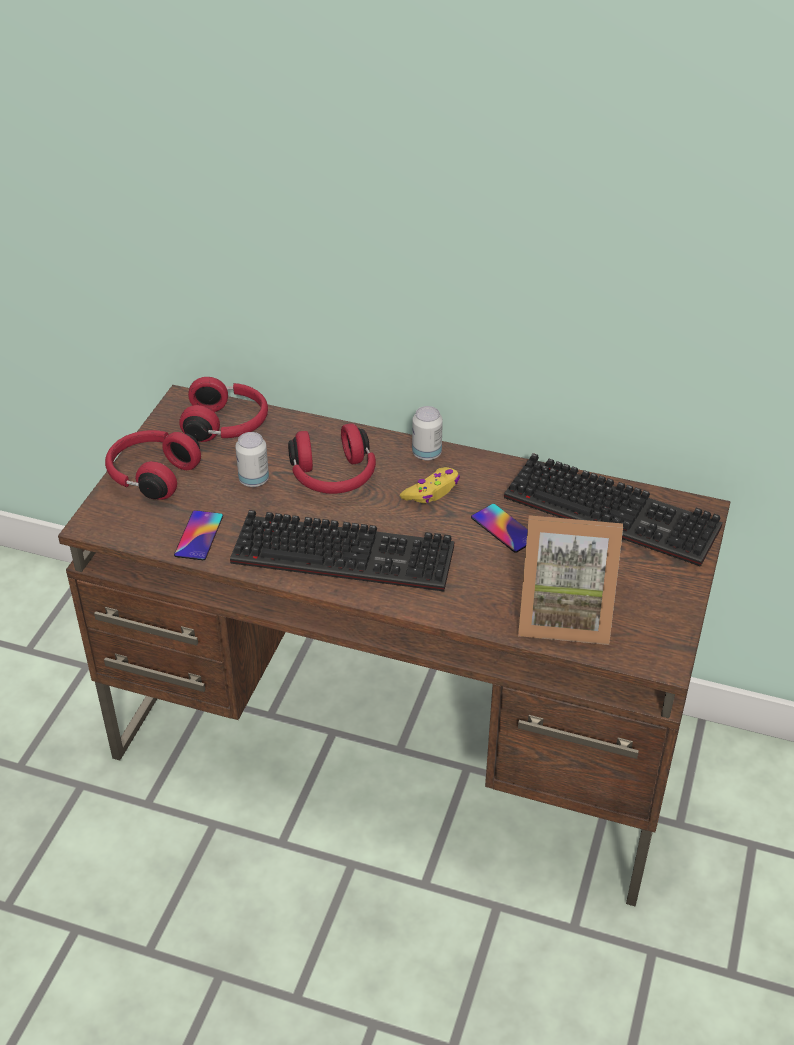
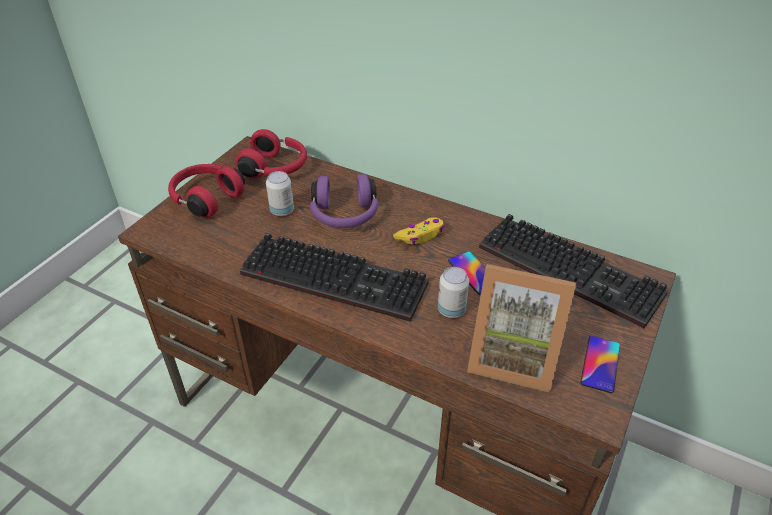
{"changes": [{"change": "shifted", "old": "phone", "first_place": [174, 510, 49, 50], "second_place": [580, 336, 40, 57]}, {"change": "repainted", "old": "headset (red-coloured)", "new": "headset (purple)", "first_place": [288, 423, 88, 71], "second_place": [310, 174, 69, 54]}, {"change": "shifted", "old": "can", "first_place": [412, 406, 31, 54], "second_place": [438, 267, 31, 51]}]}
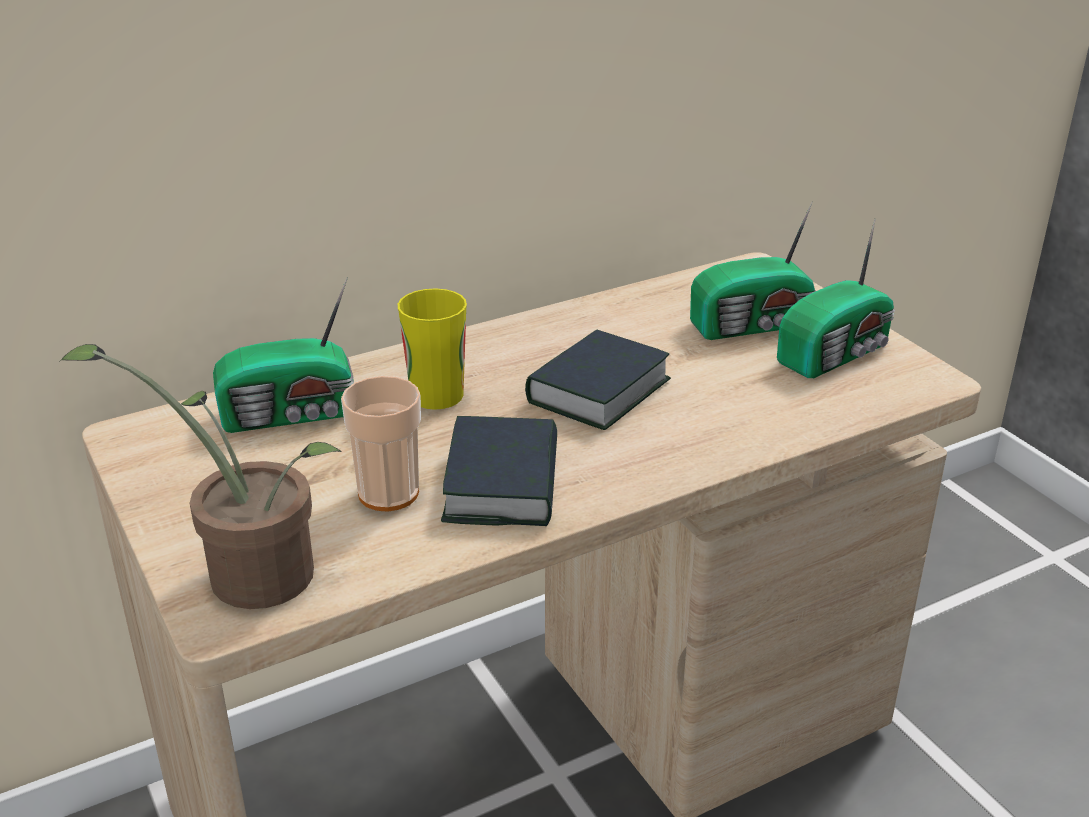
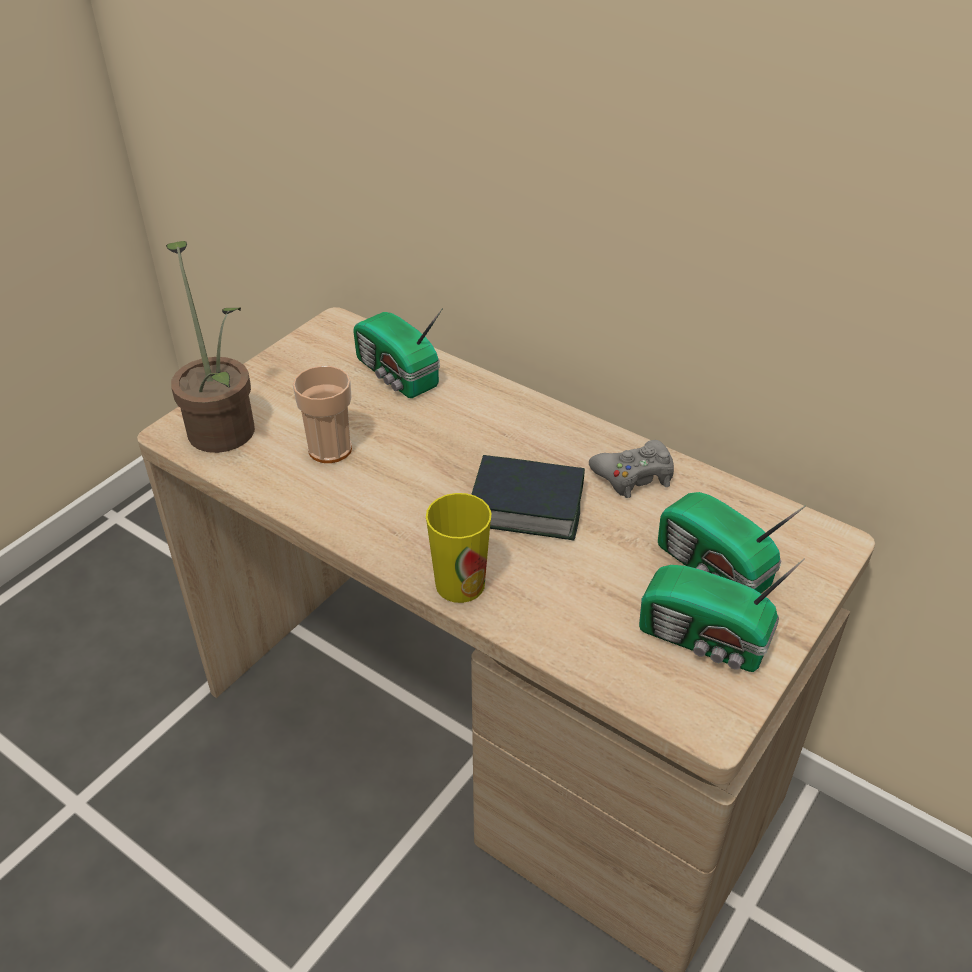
{"changes": [{"change": "shifted", "old": "cup", "first_place": [398, 288, 69, 122], "second_place": [426, 493, 65, 110]}, {"change": "gone", "old": "book", "first_place": [441, 416, 116, 110]}, {"change": "new", "new": "game controller (greyish)", "second_place": [589, 440, 85, 58]}]}
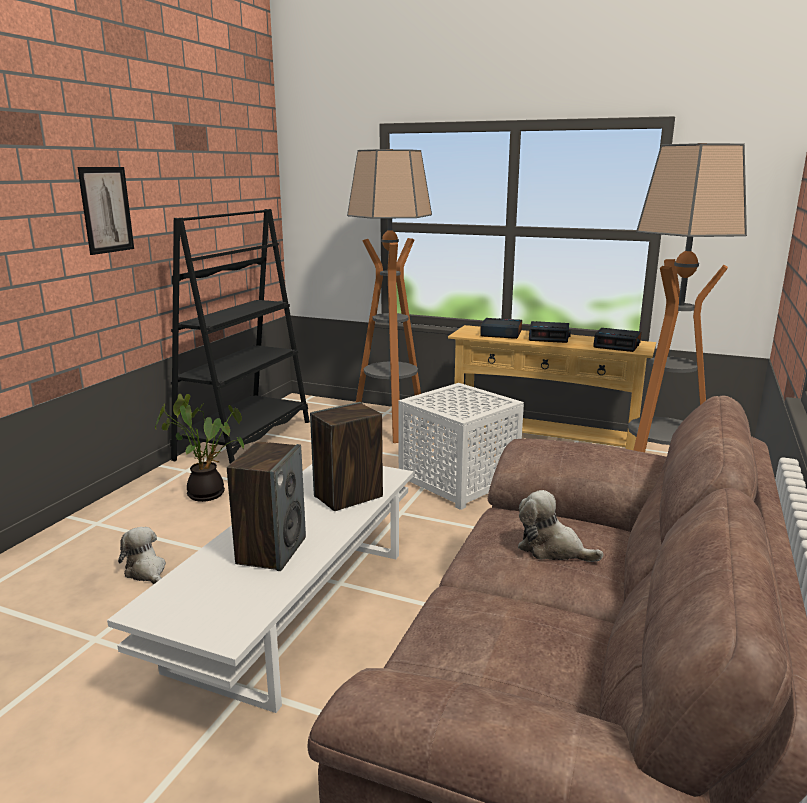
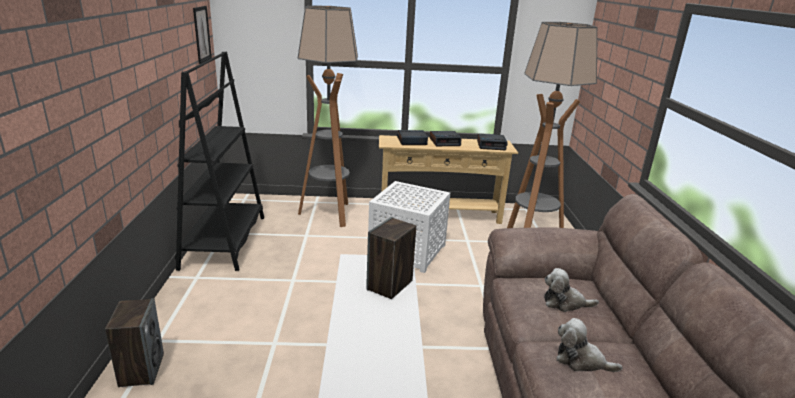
{"changes": [{"change": "shifted", "old": "picture", "first_place": [77, 167, 57, 88], "second_place": [193, 6, 19, 58]}, {"change": "shifted", "old": "soft toy", "first_place": [118, 527, 48, 57], "second_place": [556, 318, 67, 54]}, {"change": "gone", "old": "potted plant", "first_place": [155, 394, 89, 108]}, {"change": "shifted", "old": "audio speaker", "first_place": [227, 441, 79, 130], "second_place": [105, 298, 59, 89]}]}
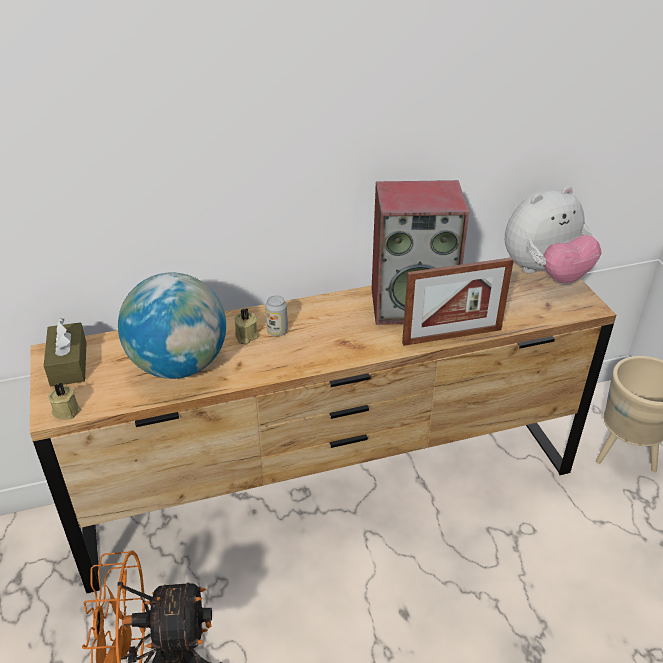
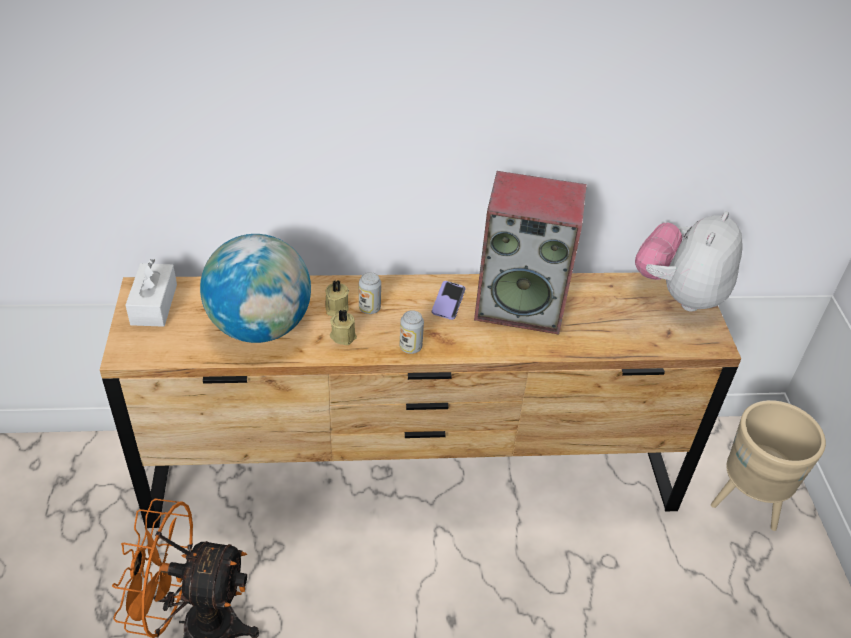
{"changes": [{"change": "repainted", "old": "tissue box (brown)", "new": "tissue box (white)", "first_place": [44, 318, 43, 68], "second_place": [125, 259, 52, 68]}, {"change": "shifted", "old": "wax light (beige)", "first_place": [48, 383, 33, 37], "second_place": [330, 309, 27, 36]}, {"change": "gone", "old": "picture frame", "first_place": [402, 257, 112, 89]}, {"change": "rotated", "old": "soft toy", "first_place": [505, 186, 97, 97], "second_place": [635, 211, 107, 101], "degrees": 135}, {"change": "new", "new": "can", "second_place": [400, 310, 24, 44]}, {"change": "new", "new": "phone", "second_place": [432, 281, 34, 39]}]}
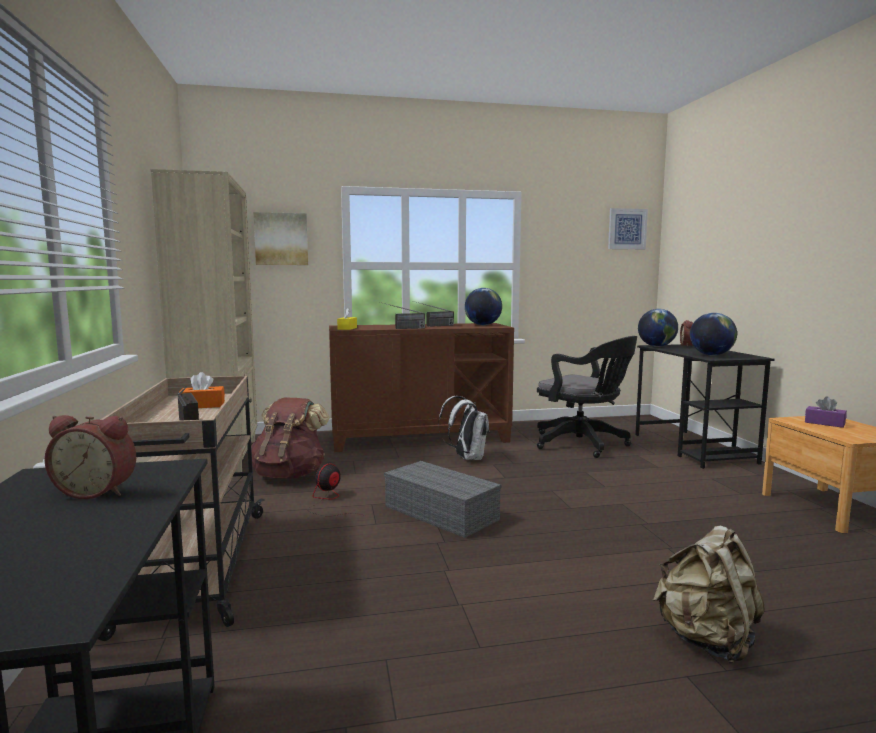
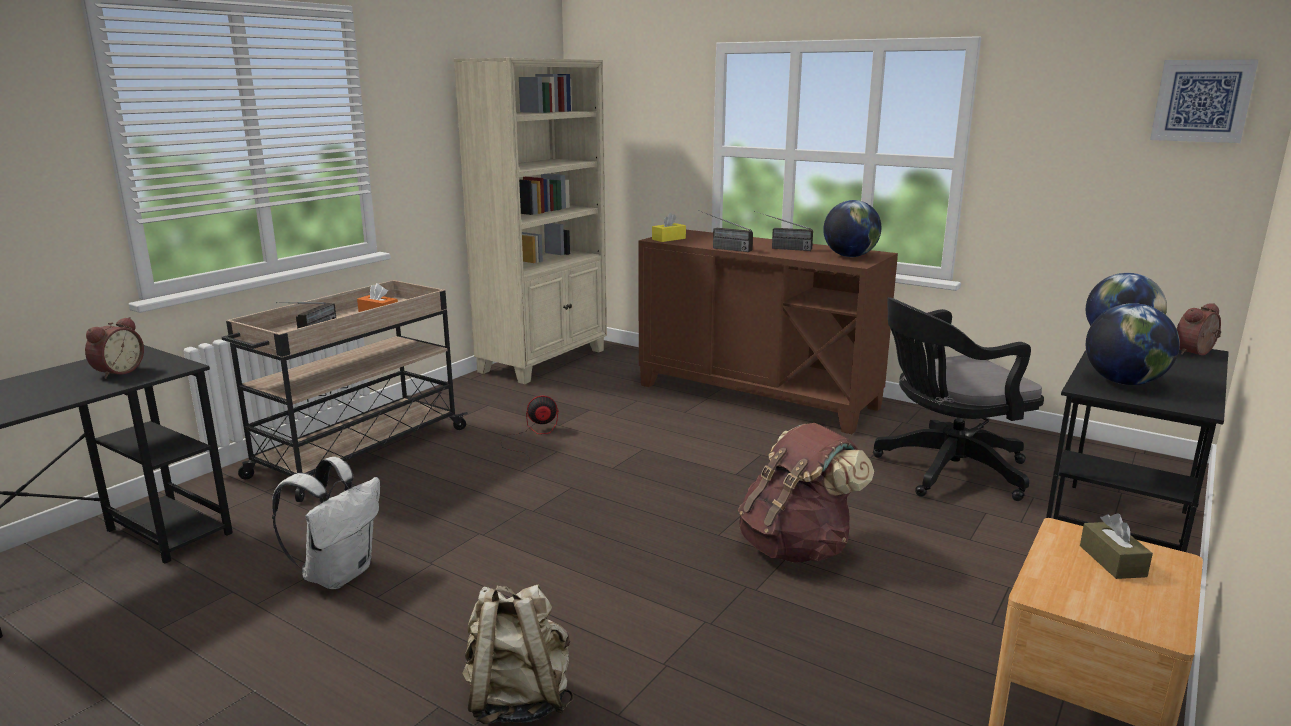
{"changes": [{"change": "rotated", "old": "alarm clock", "first_place": [45, 415, 91, 84], "second_place": [85, 317, 59, 62], "degrees": -120}, {"change": "shifted", "old": "rucksack (brown)", "first_place": [251, 398, 79, 81], "second_place": [738, 423, 136, 140]}, {"change": "gone", "old": "picture", "first_place": [253, 212, 55, 53]}, {"change": "gone", "old": "storage container (greyish)", "first_place": [384, 461, 117, 77]}, {"change": "shifted", "old": "rucksack (white)", "first_place": [438, 396, 51, 64], "second_place": [272, 457, 108, 132]}, {"change": "rotated", "old": "office chair (blackish)", "first_place": [537, 336, 100, 122], "second_place": [873, 297, 171, 204], "degrees": 75}, {"change": "repainted", "old": "tissue box (purple)", "new": "tissue box (brown)", "first_place": [805, 396, 42, 32], "second_place": [1080, 513, 73, 66]}]}
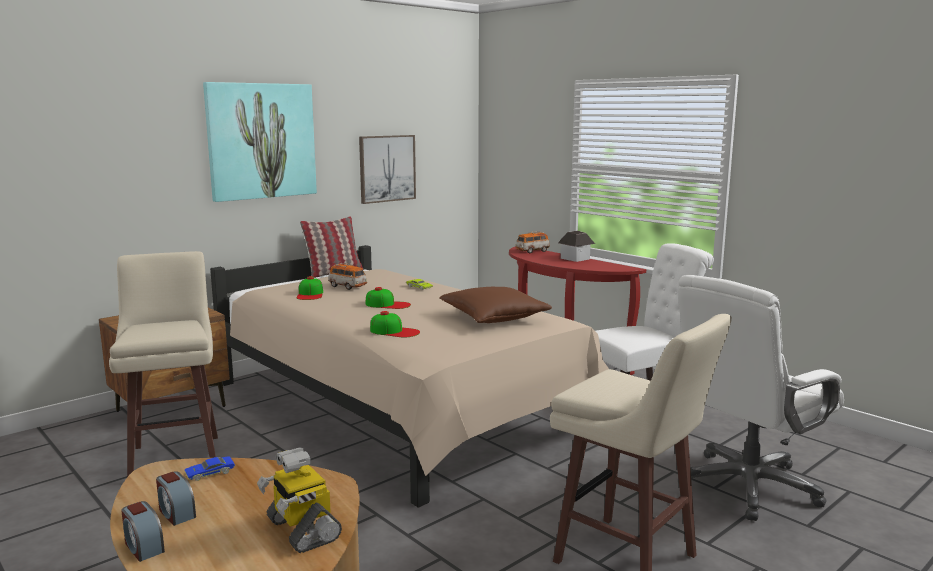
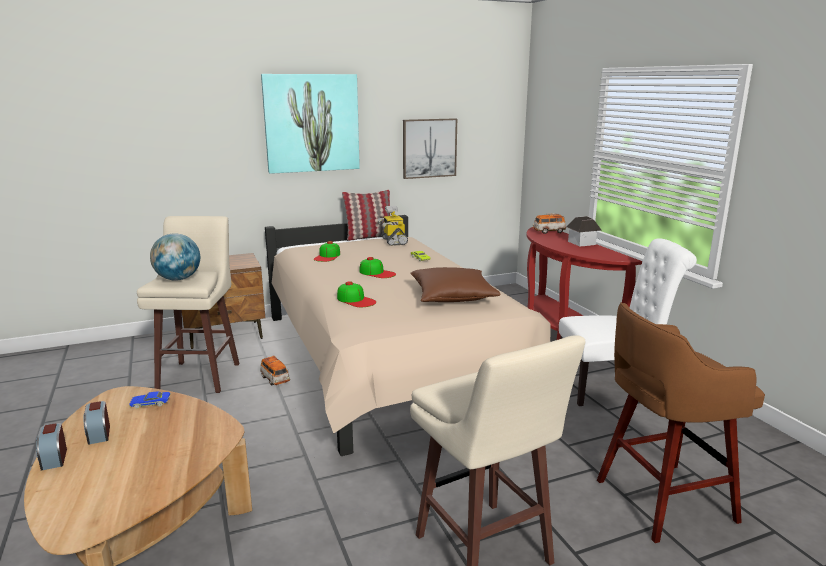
{"changes": [{"change": "shifted", "old": "robot figure", "first_place": [257, 447, 85, 106], "second_place": [378, 206, 30, 40]}, {"change": "shifted", "old": "toy car", "first_place": [328, 263, 39, 27], "second_place": [260, 355, 30, 30]}, {"change": "swapped", "old": "office chair (white)", "new": "sitting stool (brown)", "first_place": [678, 275, 166, 246], "second_place": [597, 302, 168, 241]}, {"change": "new", "new": "desk globe", "second_place": [150, 233, 50, 48]}]}
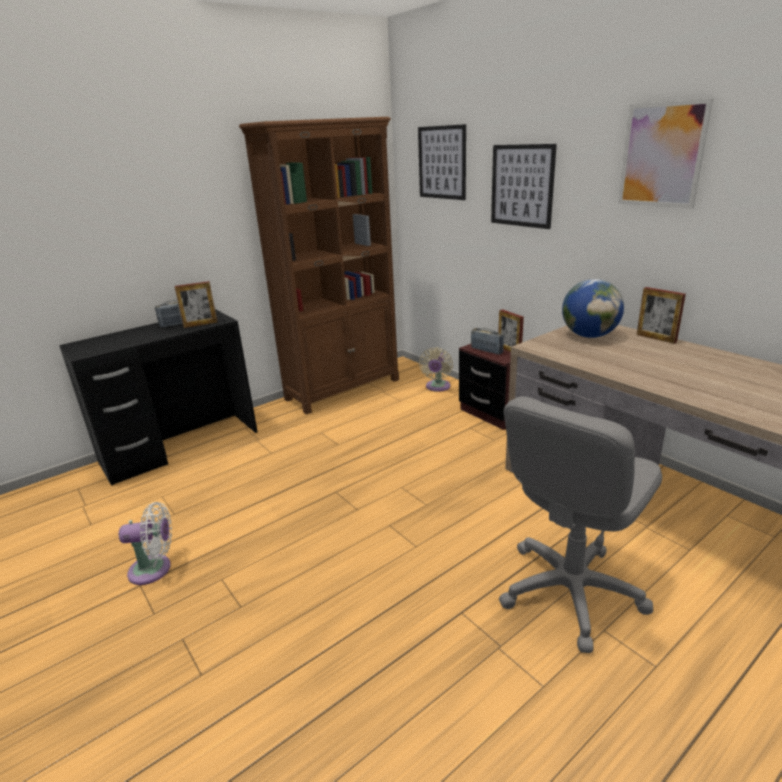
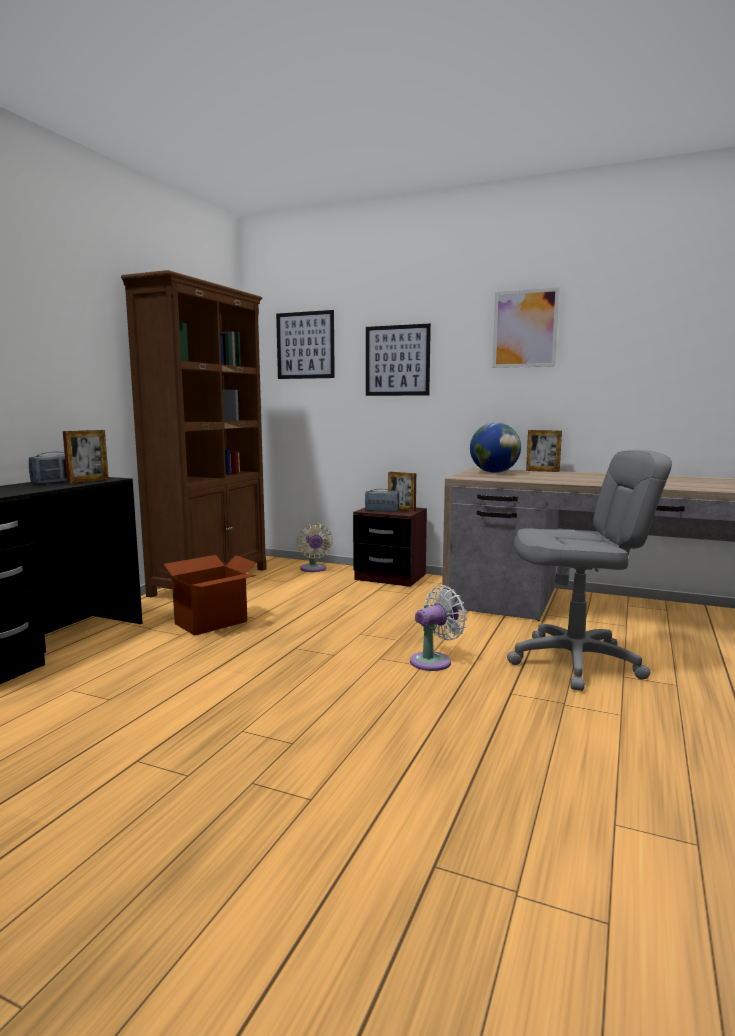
{"changes": [{"change": "shifted", "old": "cooling fan (white)", "first_place": [119, 502, 53, 83], "second_place": [410, 585, 57, 86]}, {"change": "rotated", "old": "office chair (greyish)", "first_place": [499, 396, 163, 257], "second_place": [507, 450, 165, 241], "degrees": -105}, {"change": "new", "new": "carton", "second_place": [159, 555, 97, 81]}]}
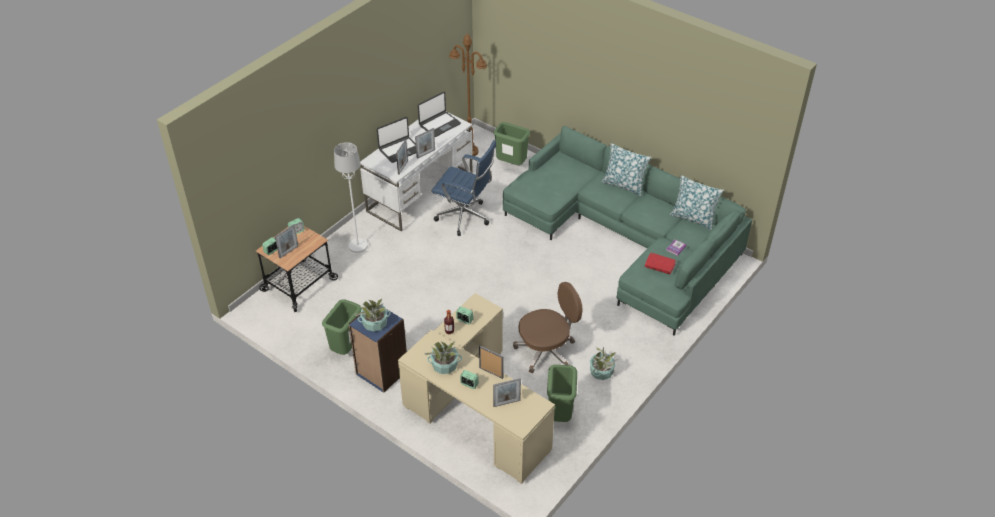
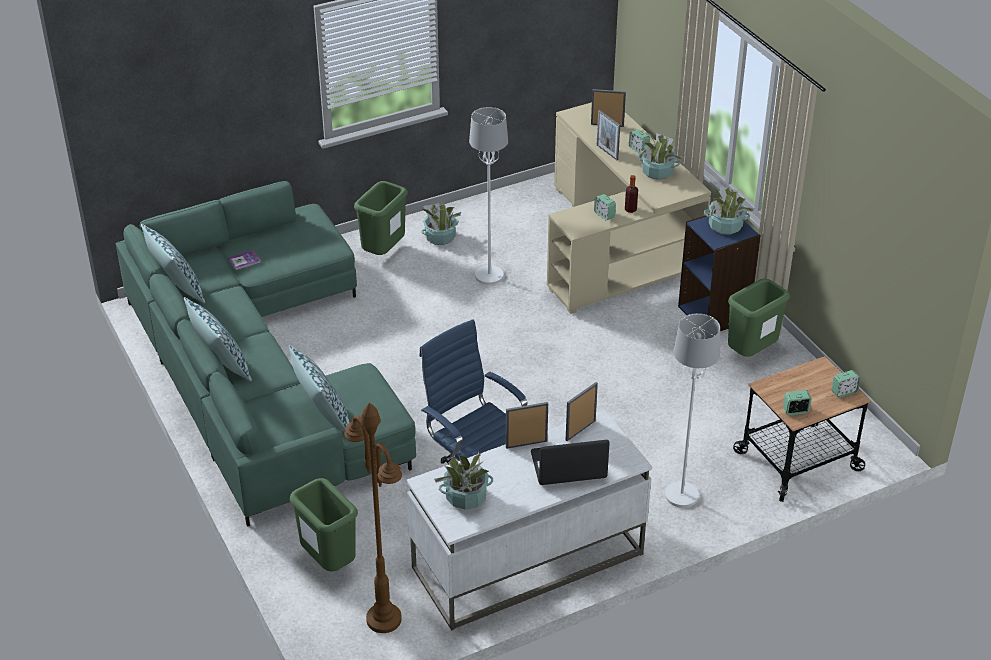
{"changes": [{"change": "gone", "old": "picture frame", "first_place": [275, 224, 23, 34]}, {"change": "swapped", "old": "laptop", "new": "potted plant", "first_place": [418, 92, 43, 45], "second_place": [434, 452, 59, 58]}, {"change": "swapped", "old": "office chair (brown)", "new": "floor lamp (white)", "first_place": [513, 282, 69, 91], "second_place": [469, 107, 39, 178]}, {"change": "shifted", "old": "trash can (greenish)", "first_place": [547, 365, 30, 57], "second_place": [354, 181, 54, 74]}, {"change": "gone", "old": "book (red-coloured)", "first_place": [645, 253, 31, 21]}, {"change": "new", "new": "cushion", "second_place": [288, 345, 62, 87]}]}
